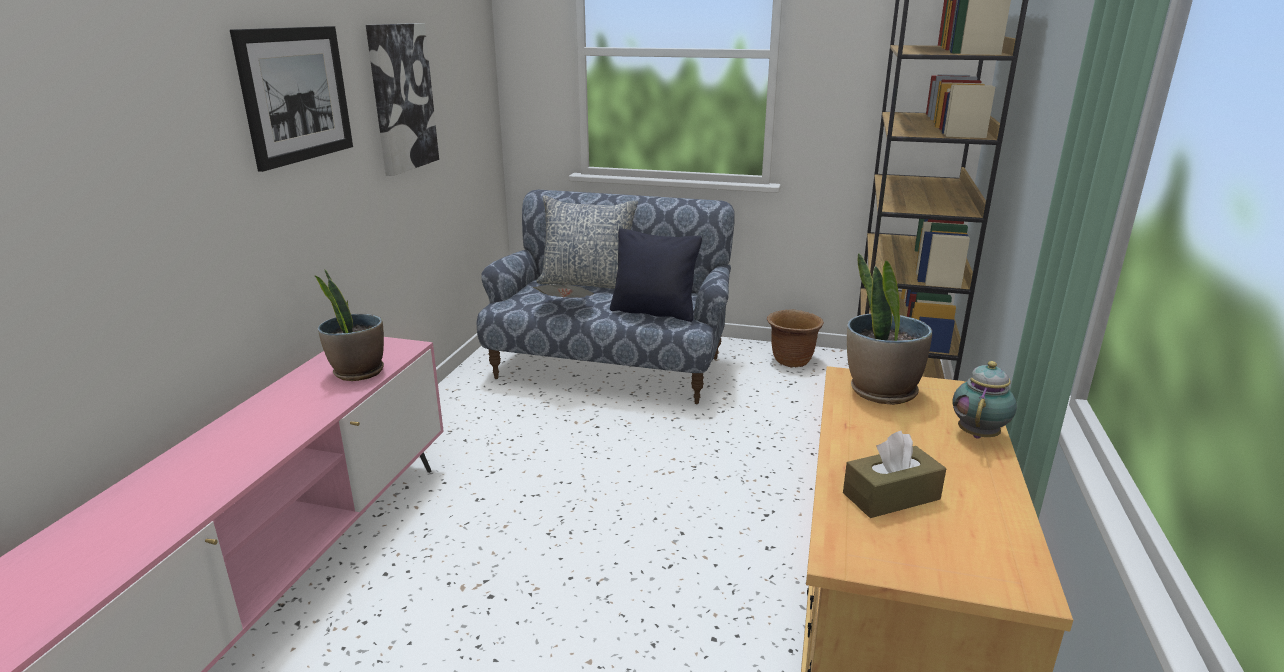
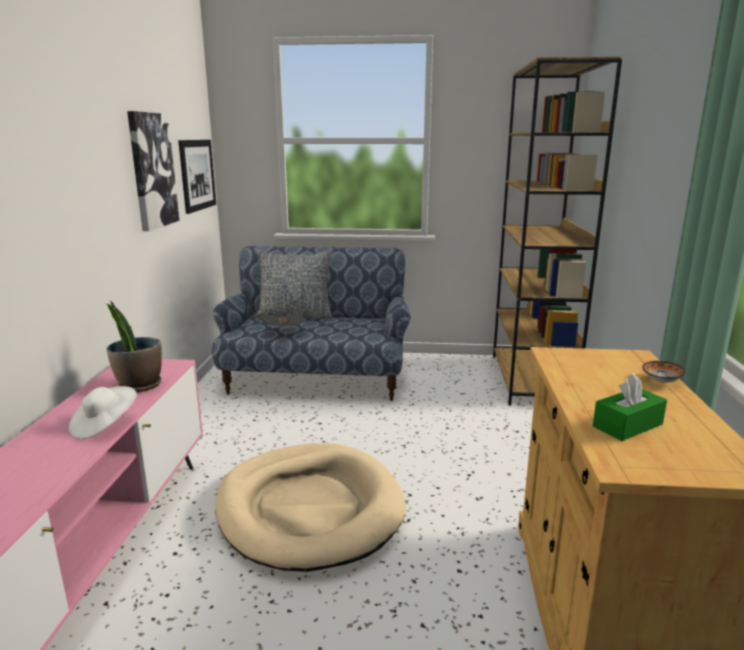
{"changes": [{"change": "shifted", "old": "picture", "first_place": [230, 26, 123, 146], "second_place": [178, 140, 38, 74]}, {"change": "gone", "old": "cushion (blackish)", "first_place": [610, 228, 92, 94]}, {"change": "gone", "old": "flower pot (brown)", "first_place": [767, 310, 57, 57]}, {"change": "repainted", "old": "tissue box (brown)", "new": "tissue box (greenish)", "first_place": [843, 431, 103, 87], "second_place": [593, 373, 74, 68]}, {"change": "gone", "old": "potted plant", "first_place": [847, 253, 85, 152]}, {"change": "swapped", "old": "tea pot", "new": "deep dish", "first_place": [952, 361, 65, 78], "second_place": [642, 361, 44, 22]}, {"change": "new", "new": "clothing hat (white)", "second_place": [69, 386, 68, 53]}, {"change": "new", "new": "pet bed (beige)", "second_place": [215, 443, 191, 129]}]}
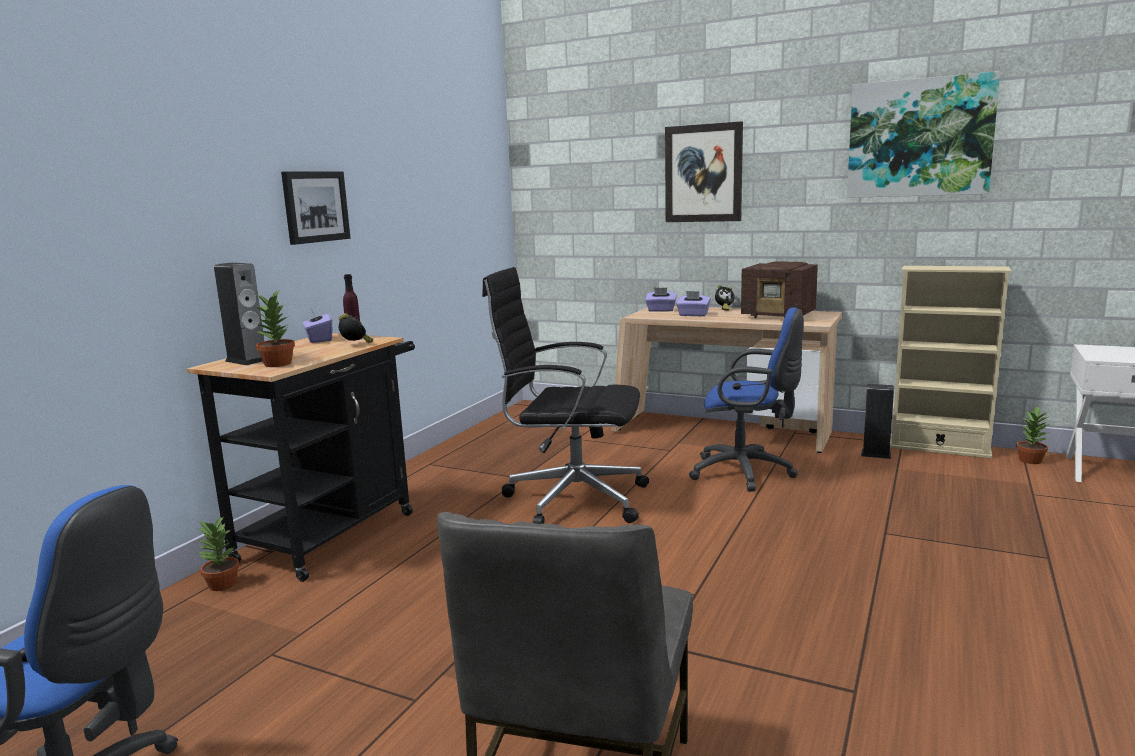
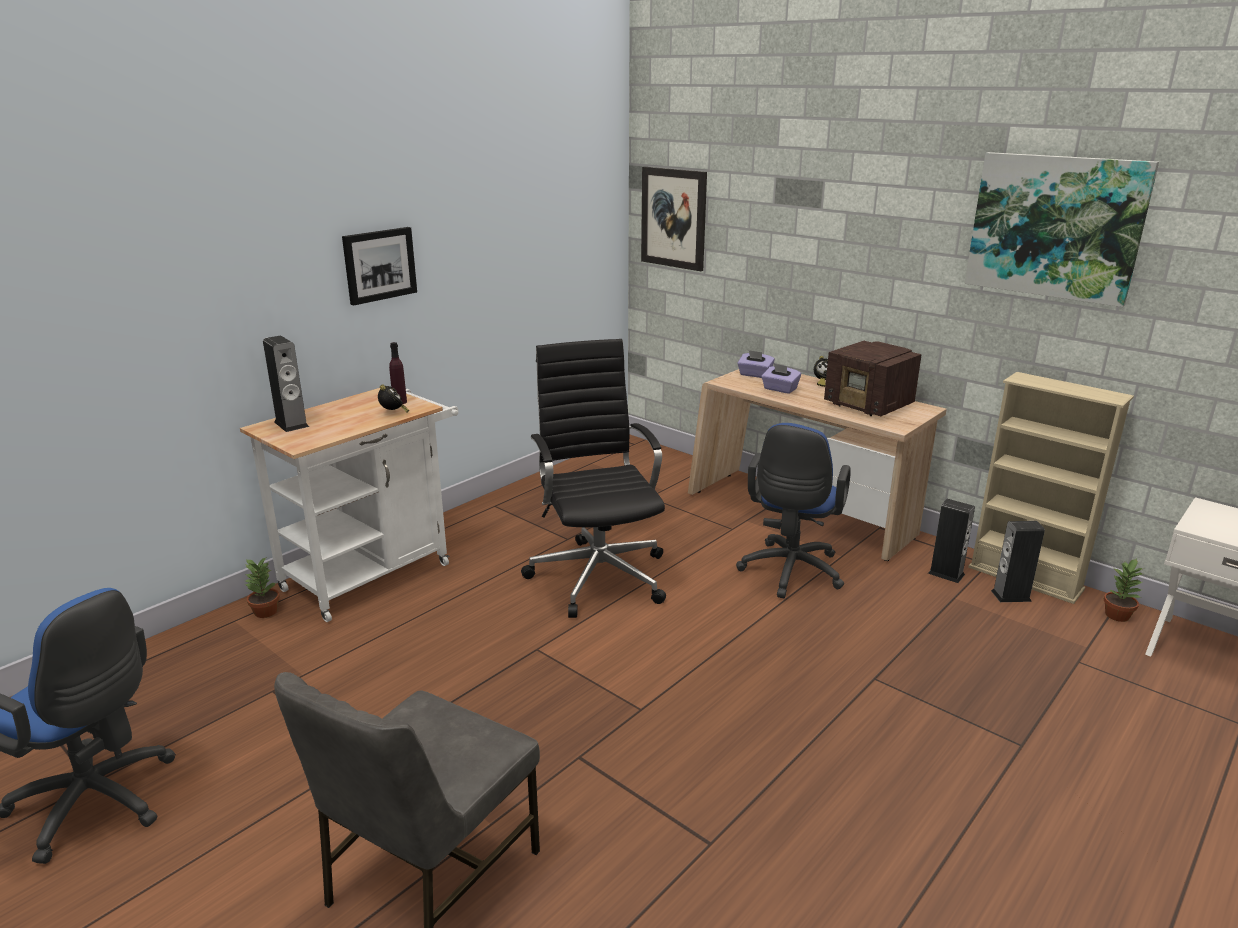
{"changes": [{"change": "repainted", "old": "cart (blackish)", "new": "cart (white)", "first_place": [187, 333, 228, 249], "second_place": [240, 388, 218, 234]}, {"change": "gone", "old": "potted plant", "first_place": [255, 289, 40, 78]}, {"change": "gone", "old": "tissue box (purple)", "first_place": [303, 308, 29, 35]}, {"change": "rotated", "old": "office chair (blackish)", "first_place": [482, 267, 167, 257], "second_place": [521, 339, 145, 279], "degrees": 45}, {"change": "shifted", "old": "picture", "first_place": [665, 121, 78, 101], "second_place": [641, 167, 66, 104]}, {"change": "rotated", "old": "office chair (blue)", "first_place": [689, 307, 115, 185], "second_place": [736, 423, 115, 175], "degrees": 75}, {"change": "new", "new": "audio speaker", "second_place": [991, 521, 54, 81]}]}
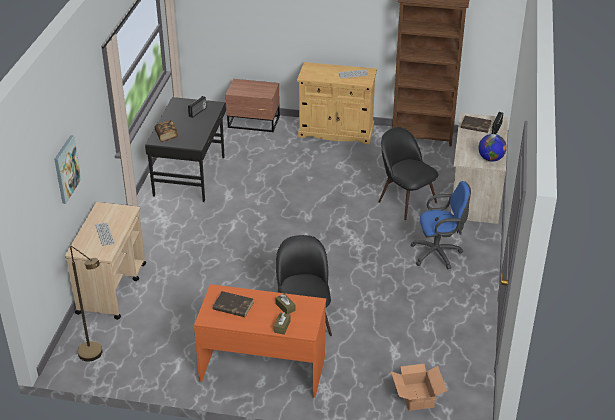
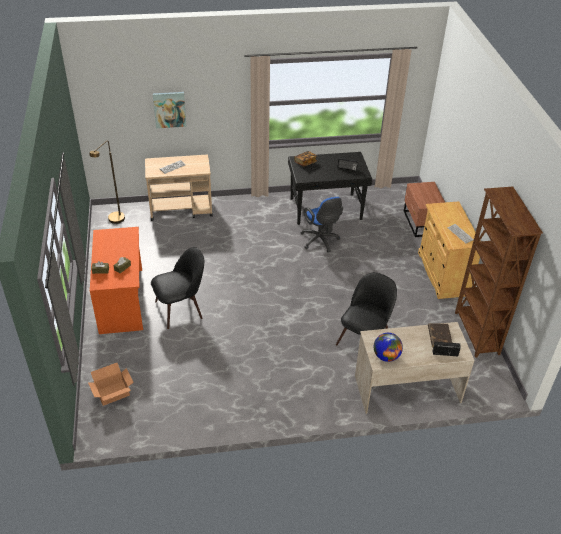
{"changes": [{"change": "gone", "old": "book (brown)", "first_place": [213, 291, 40, 26]}, {"change": "shifted", "old": "office chair (blue)", "first_place": [410, 181, 61, 88], "second_place": [300, 197, 43, 55]}]}
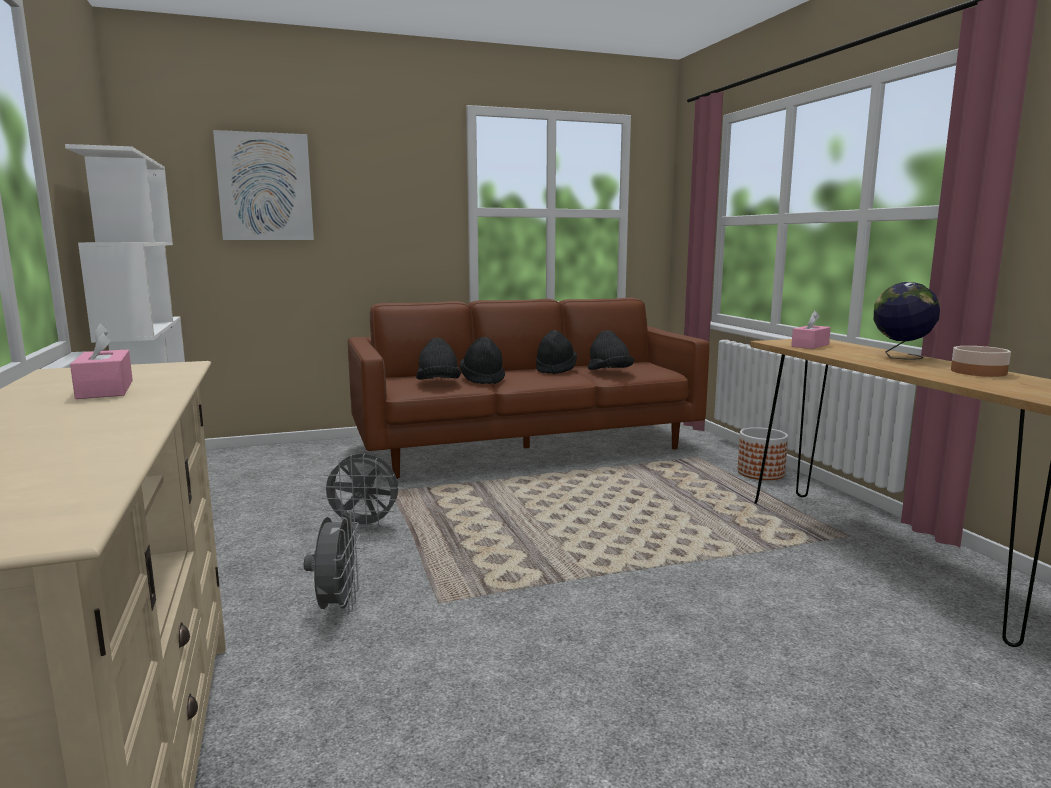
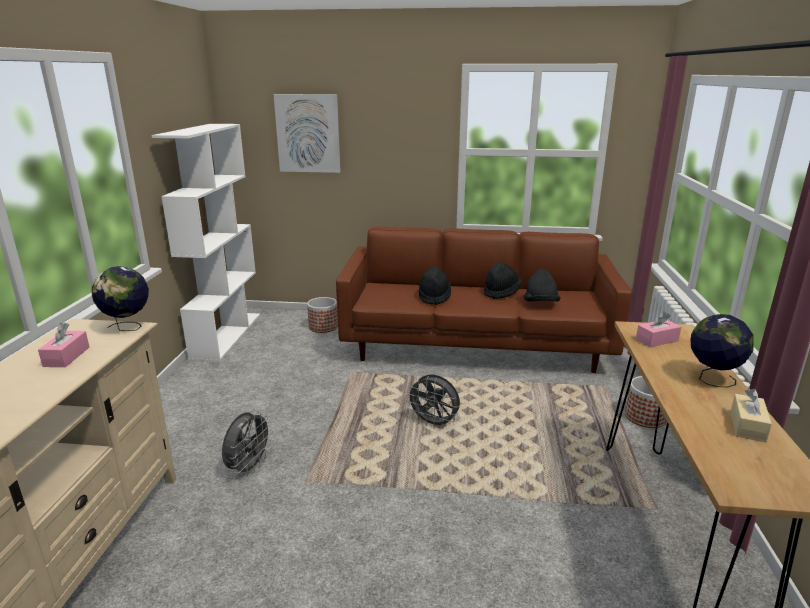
{"changes": [{"change": "shifted", "old": "cooling fan (greyish)", "first_place": [320, 454, 80, 76], "second_place": [406, 375, 54, 54]}, {"change": "gone", "old": "clothing hat (blackish)", "first_place": [416, 338, 45, 42]}, {"change": "swapped", "old": "deep dish", "new": "tissue box (beige)", "first_place": [951, 346, 60, 31], "second_place": [731, 389, 41, 53]}, {"change": "new", "new": "desk globe", "second_place": [92, 266, 57, 65]}, {"change": "new", "new": "flower pot", "second_place": [307, 297, 31, 36]}]}
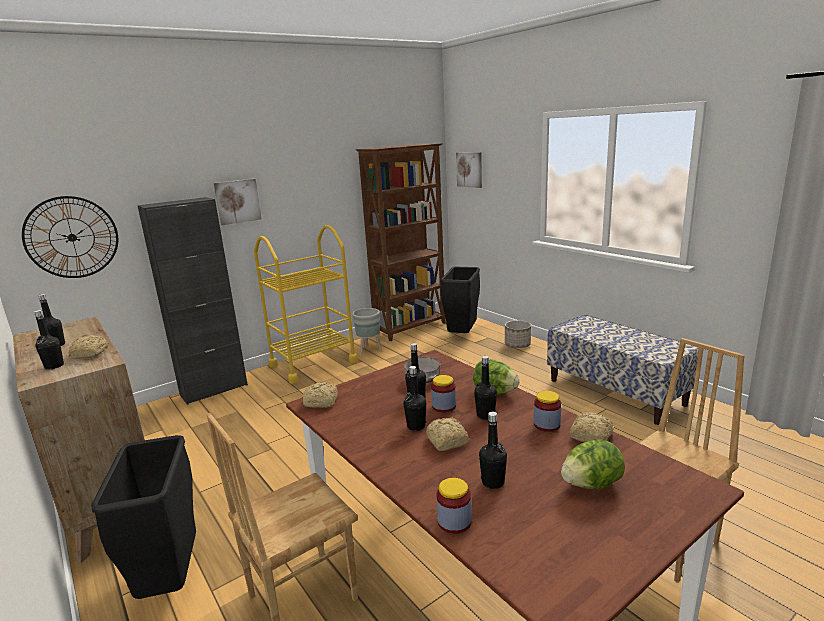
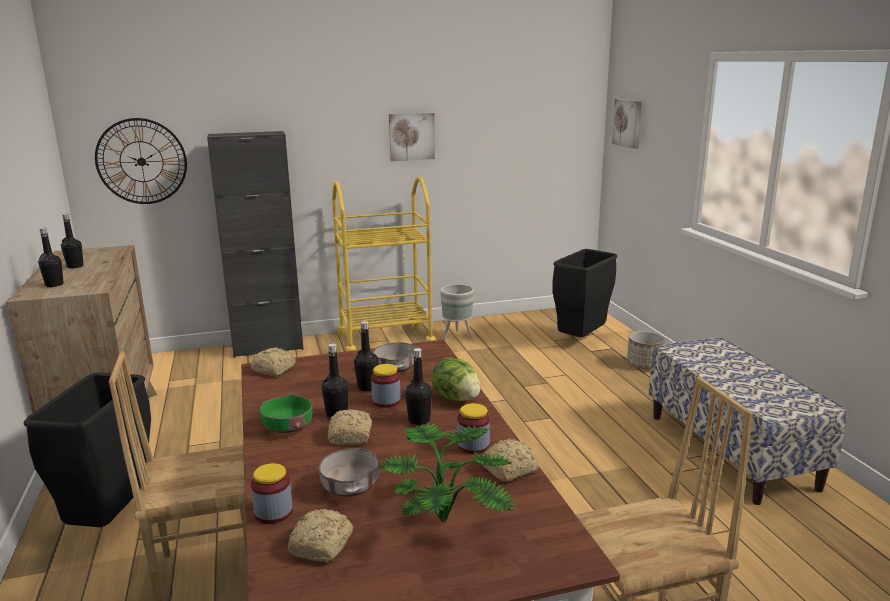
{"changes": [{"change": "shifted", "old": "bakery bread", "first_place": [69, 335, 40, 24], "second_place": [288, 509, 65, 53]}, {"change": "shifted", "old": "picture", "first_place": [214, 179, 47, 46], "second_place": [389, 113, 46, 48]}, {"change": "gone", "old": "bookcase (brown)", "first_place": [356, 143, 90, 198]}, {"change": "swapped", "old": "bottle (blackish)", "new": "deep dish (greyish)", "first_place": [479, 412, 28, 77], "second_place": [319, 448, 60, 49]}, {"change": "swapped", "old": "lettuce head", "new": "potted plant", "first_place": [561, 439, 64, 50], "second_place": [379, 423, 136, 99]}, {"change": "new", "new": "deep dish (greenish)", "second_place": [260, 394, 53, 39]}]}
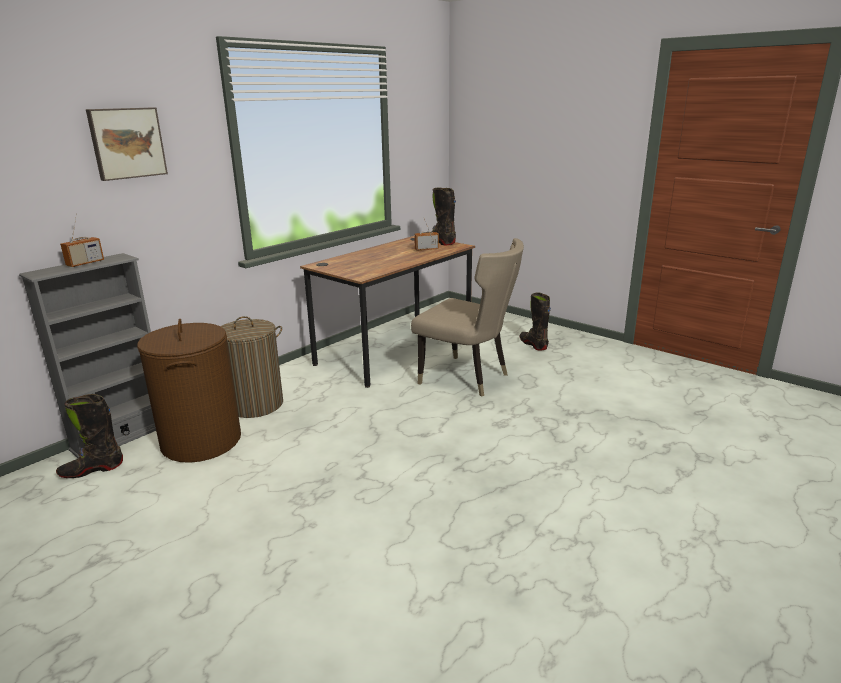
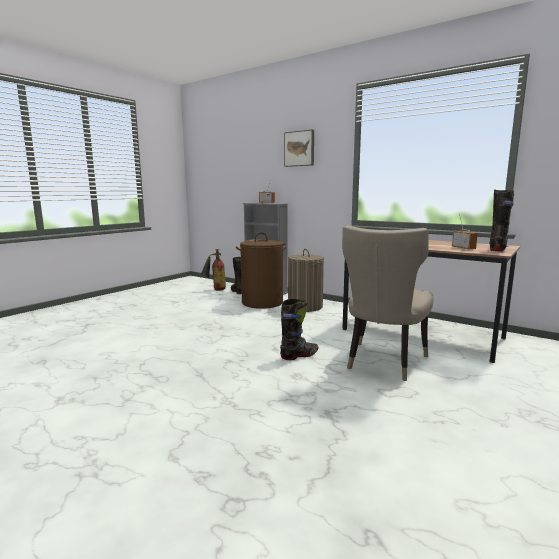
{"changes": [{"change": "shifted", "old": "tall boot (blackish)", "first_place": [519, 292, 32, 58], "second_place": [280, 298, 39, 62]}, {"change": "new", "new": "extinguisher", "second_place": [200, 249, 26, 42]}]}
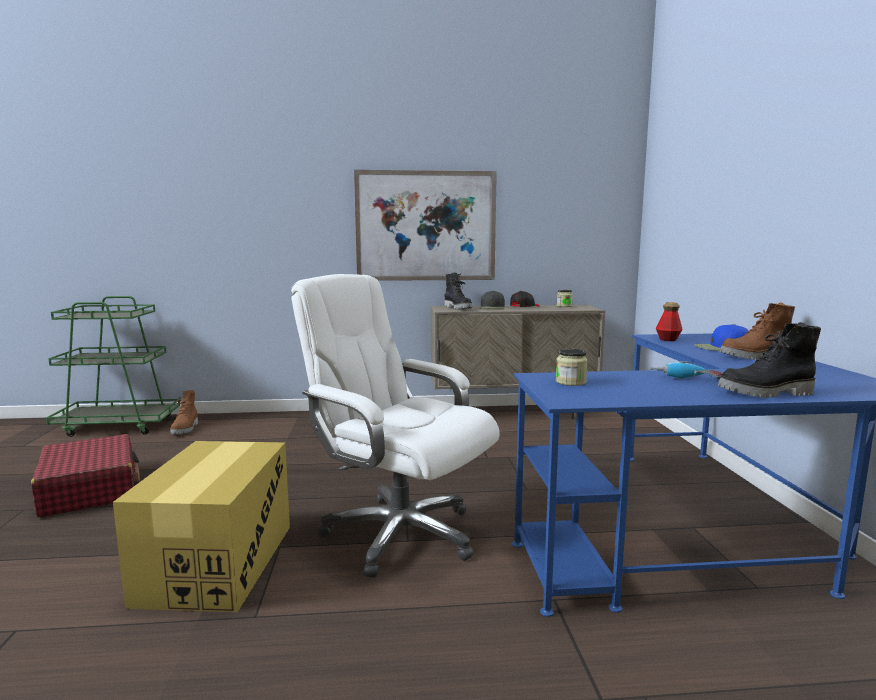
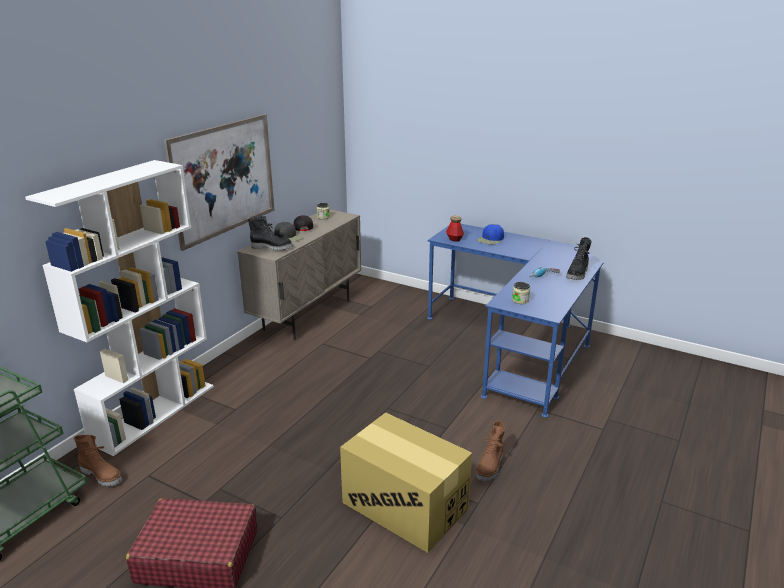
{"changes": [{"change": "gone", "old": "office chair (white)", "first_place": [291, 274, 208, 304]}, {"change": "shifted", "old": "tall boot (brown)", "first_place": [719, 302, 76, 58], "second_place": [476, 421, 29, 60]}, {"change": "new", "new": "bookcase (white)", "second_place": [25, 160, 189, 296]}]}
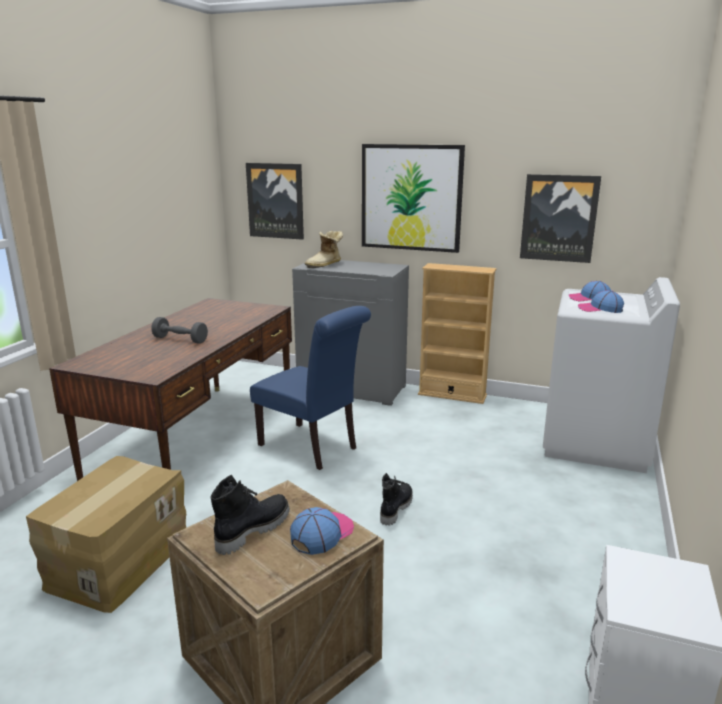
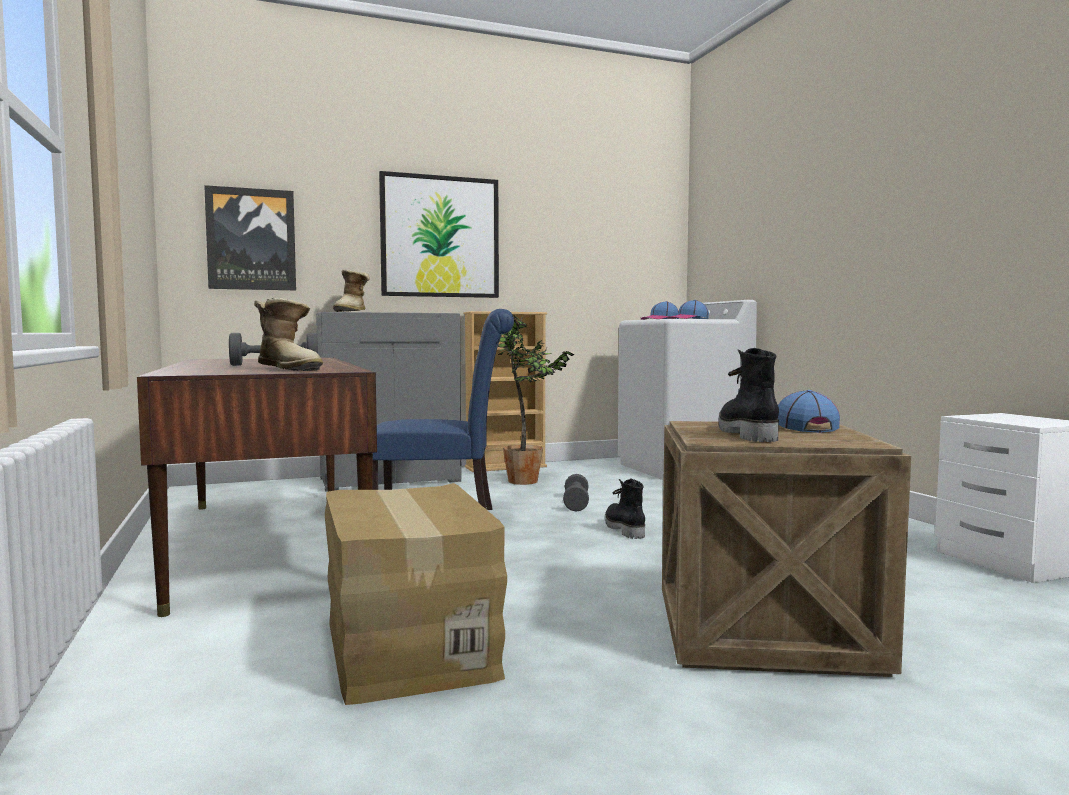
{"changes": [{"change": "gone", "old": "picture", "first_place": [520, 174, 81, 89]}, {"change": "new", "new": "tall boot", "second_place": [254, 298, 69, 73]}, {"change": "new", "new": "potted plant", "second_place": [498, 315, 76, 170]}, {"change": "new", "new": "hand weight (greyish)", "second_place": [563, 474, 26, 37]}]}
